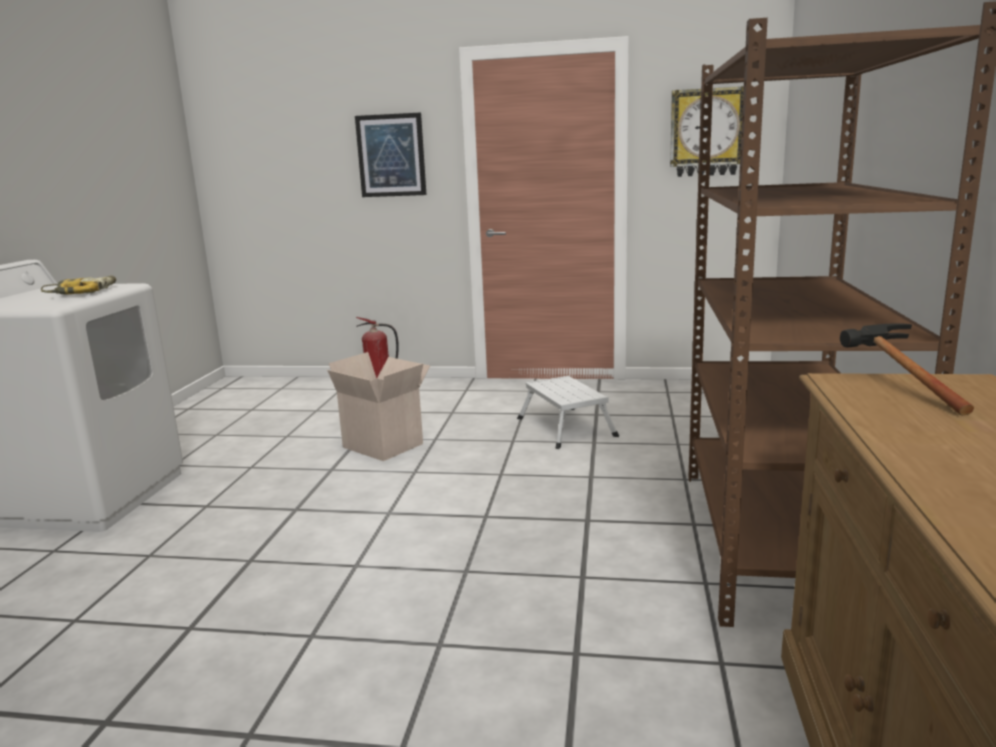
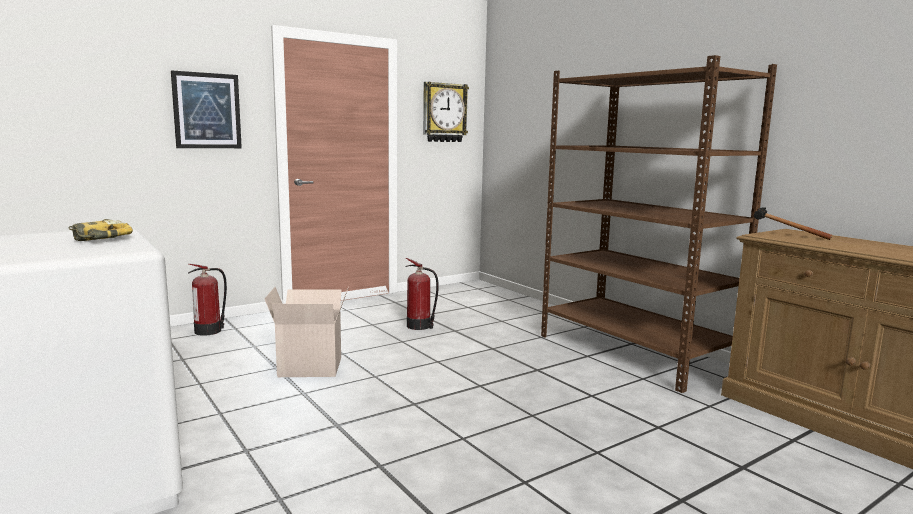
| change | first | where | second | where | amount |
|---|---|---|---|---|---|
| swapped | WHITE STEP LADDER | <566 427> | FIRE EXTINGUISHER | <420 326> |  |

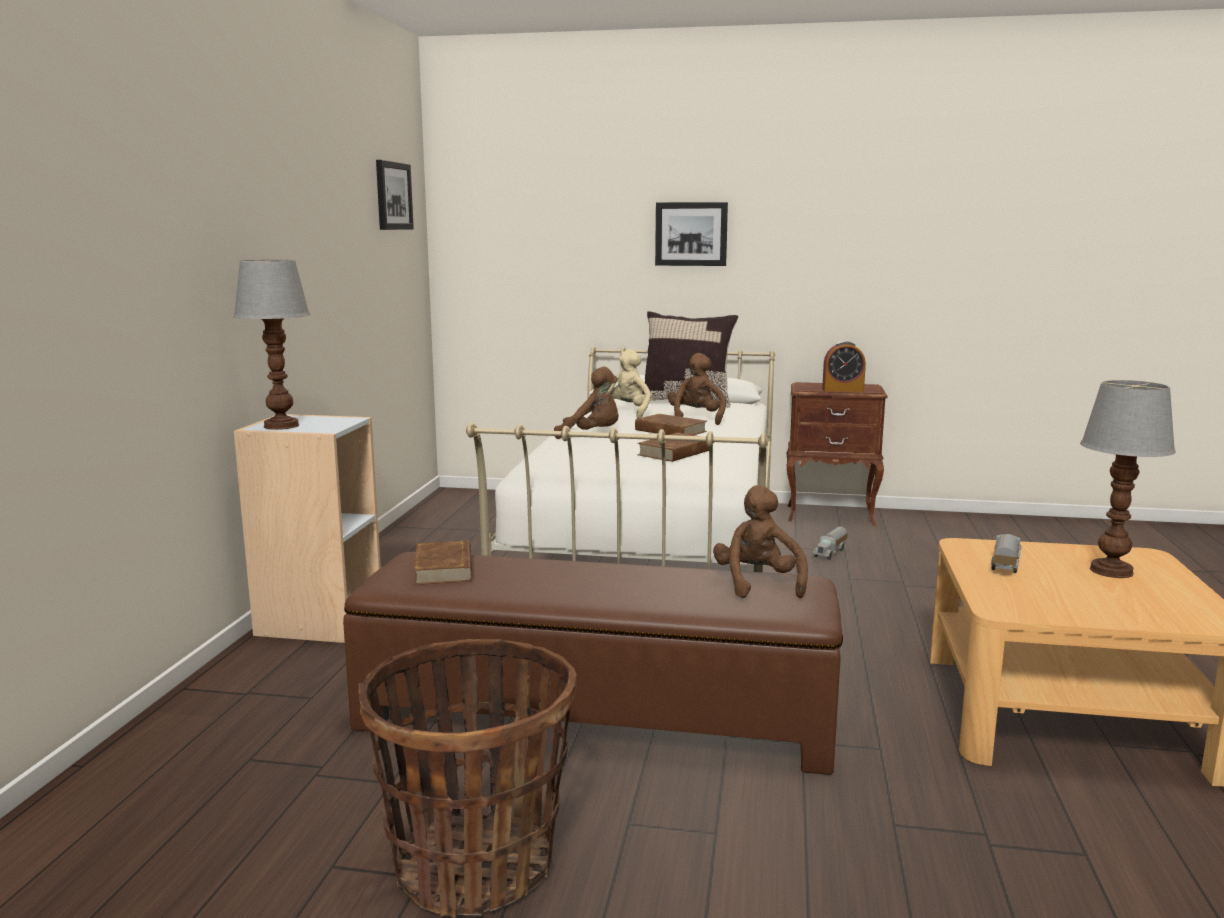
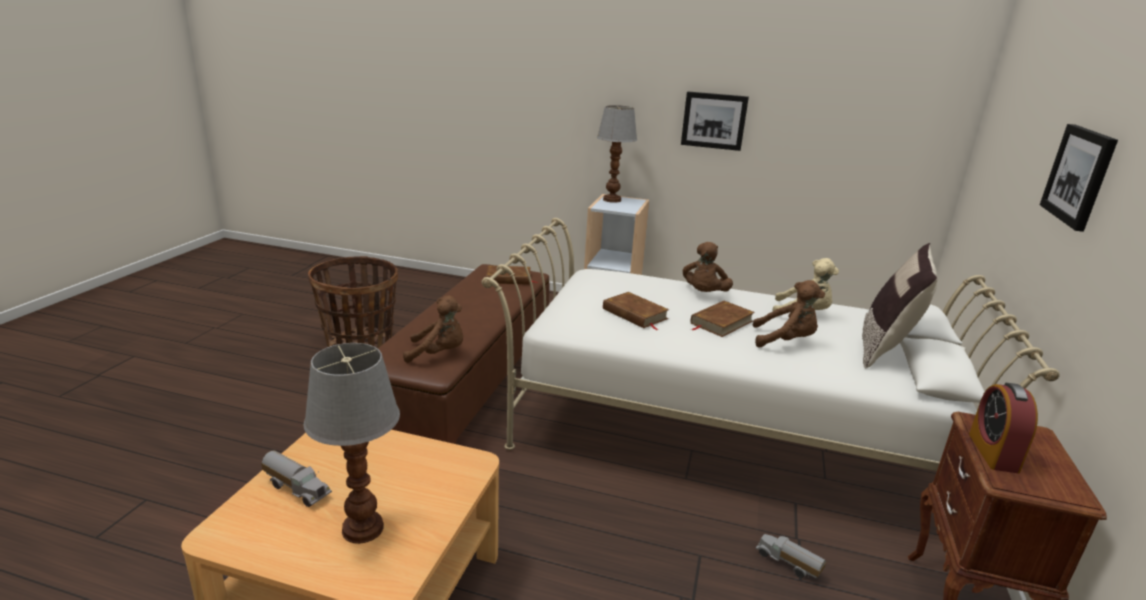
| change | first | where | second | where | amount |
|---|---|---|---|---|---|
| shifted | TOY TRUCK | <1004 565> |  | <297 489> |  |
| shifted | PICTURE | <392 196> |  | <714 120> |  |

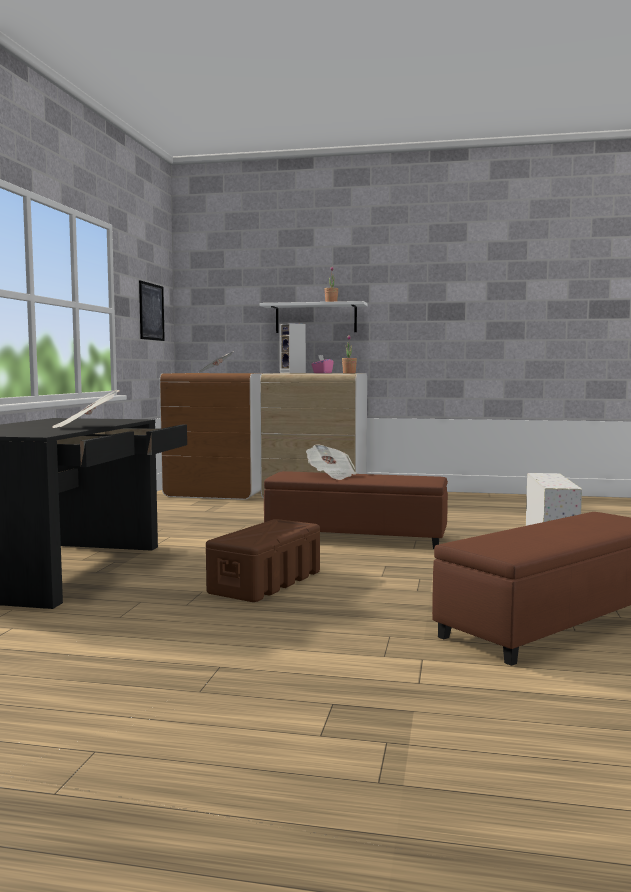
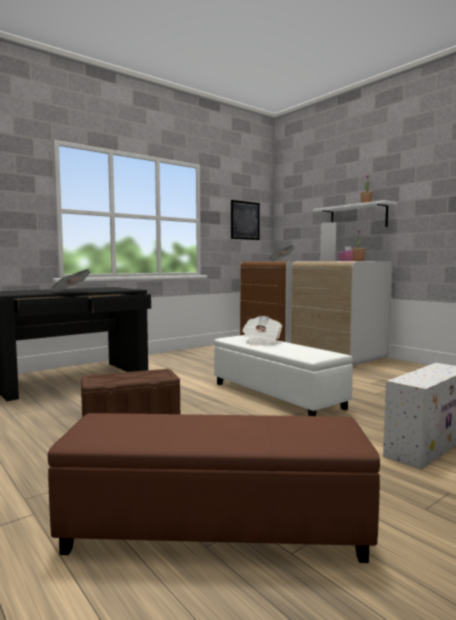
| change | first | where | second | where | amount |
|---|---|---|---|---|---|
| repainted | BROWN OTTOMAN | <356 537> | WHITE OTTOMAN | <277 395> |  |

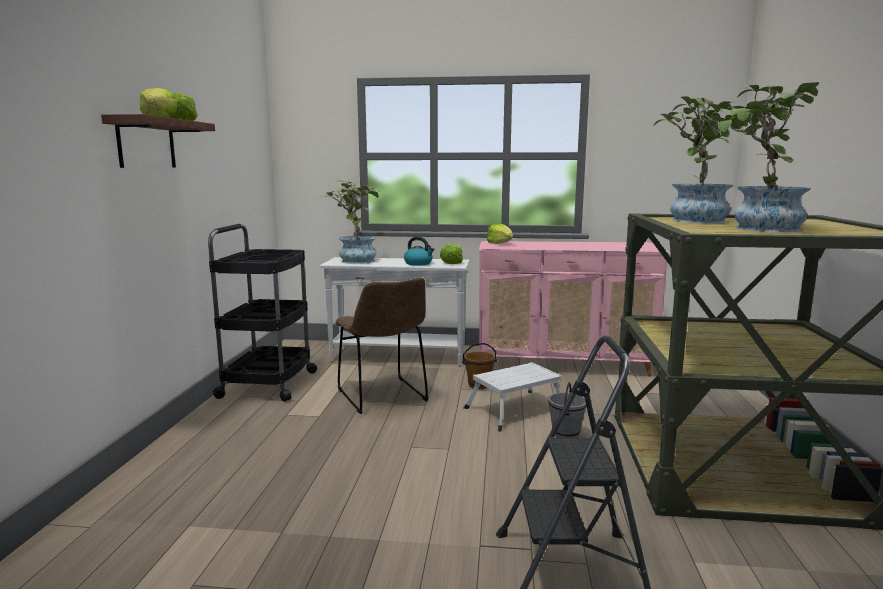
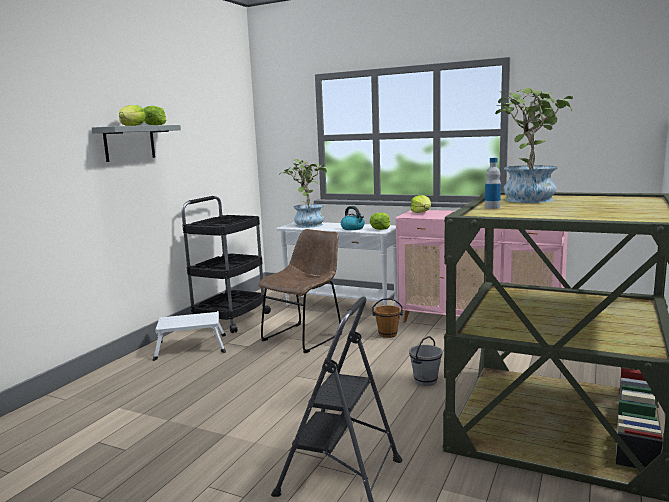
| change | first | where | second | where | amount |
|---|---|---|---|---|---|
| repainted | BROWN SHELF | <146 143> | GREY SHELF | <129 143> |  |
| shifted | WHITE STEP LADDER | <516 409> |  | <191 347> |  |
| rotated | BROWN CHAIR | <383 397> |  | <305 336> | 135 degrees counterclockwise |
| new |  |  | BOTTLE | <492 207> |  |
| gone | POTTED PLANT | <756 228> |  |  |  |

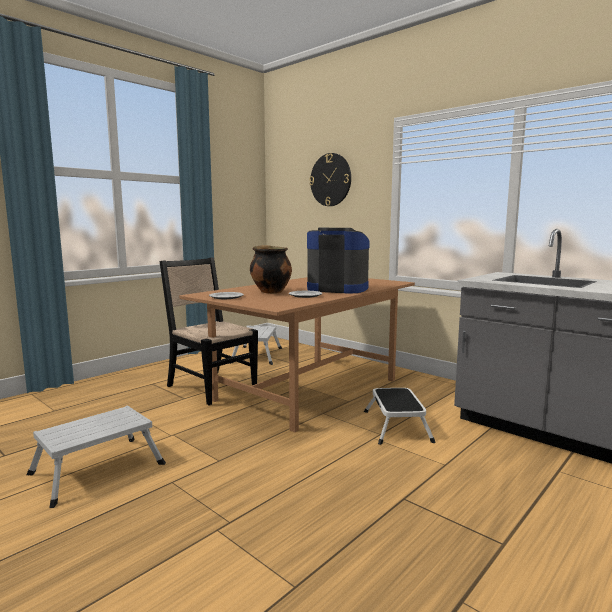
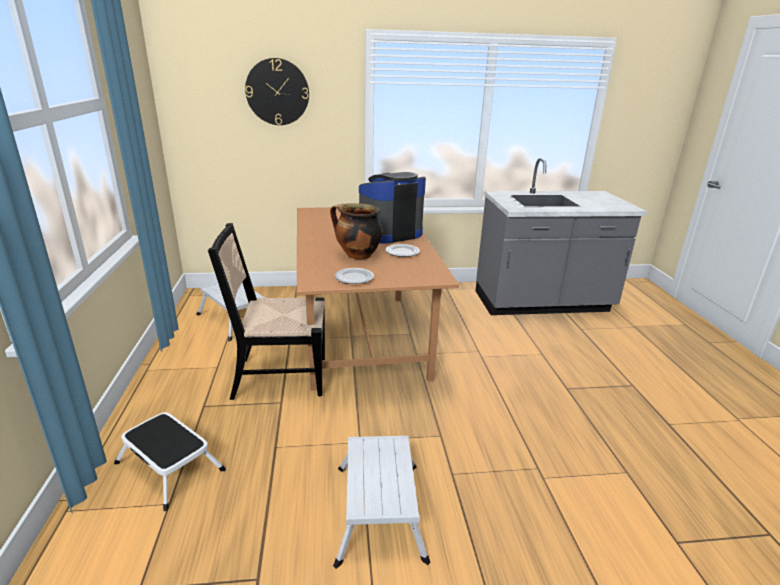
| change | first | where | second | where | amount |
|---|---|---|---|---|---|
| shifted | BLACK STEP LADDER | <396 426> |  | <169 467> |  |

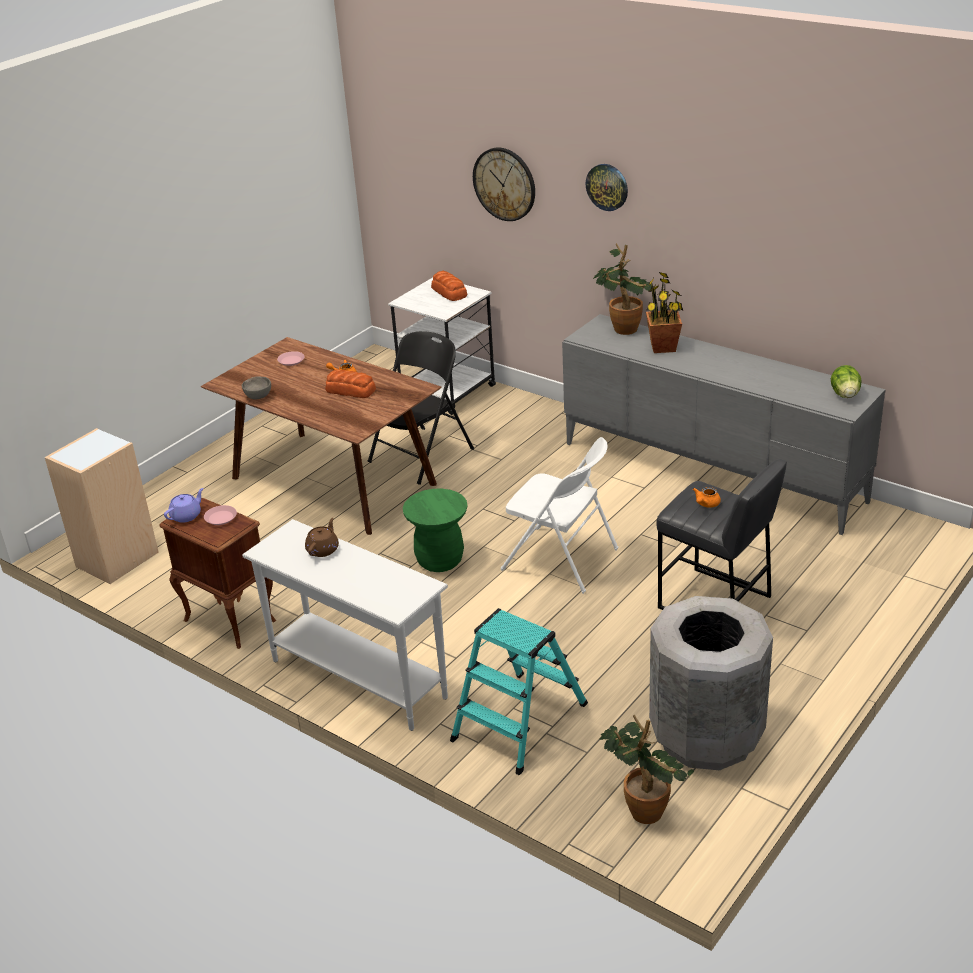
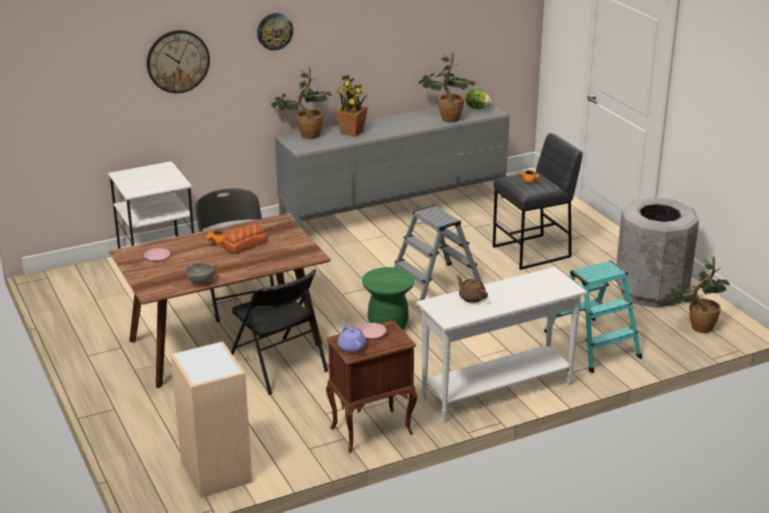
| change | first | where | second | where | amount |
|---|---|---|---|---|---|
| new |  |  | BLACK CHAIR | <277 366> |  |
| swapped | WHITE CHAIR | <559 559> | GREY STEP LADDER | <435 285> |  |
| new |  |  | POTTED PLANT | <447 118> |  |
| gone | BREAD | <449 292> |  |  |  |

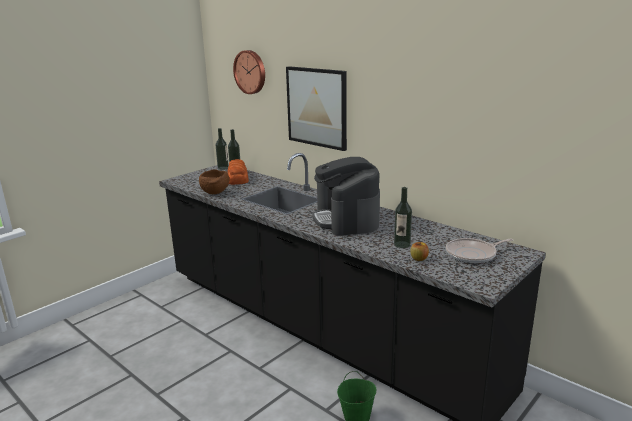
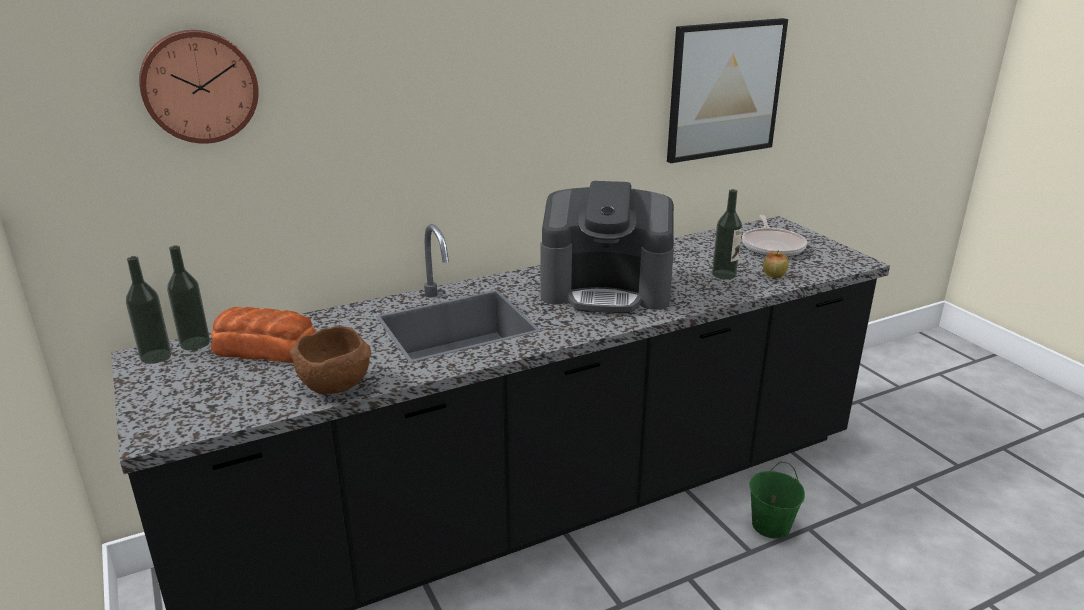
| change | first | where | second | where | amount |
|---|---|---|---|---|---|
| shifted | PICTURE | <317 107> |  | <724 90> |  |

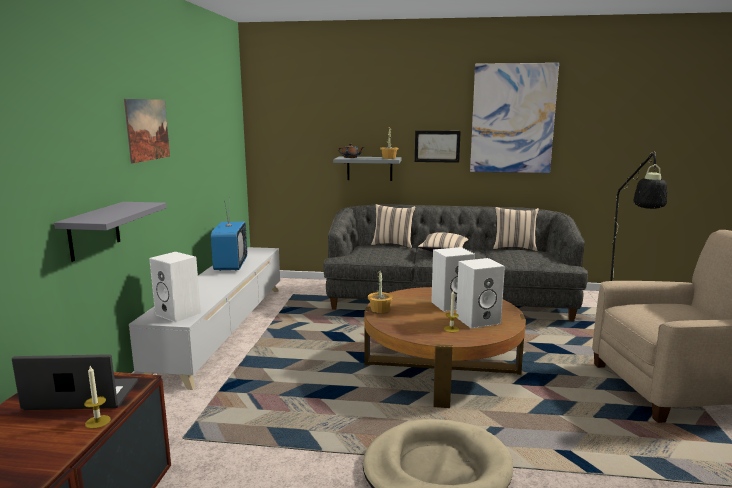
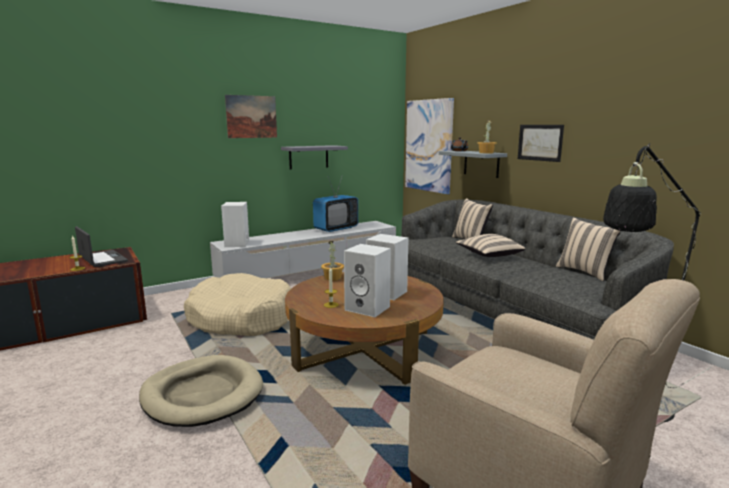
| change | first | where | second | where | amount |
|---|---|---|---|---|---|
| new |  |  | BEIGE DOG BED | <241 318> |  |
| shifted | GREY SHELF | <94 231> |  | <308 157> |  |
| shifted | PICTURE | <512 119> |  | <429 146> |  |

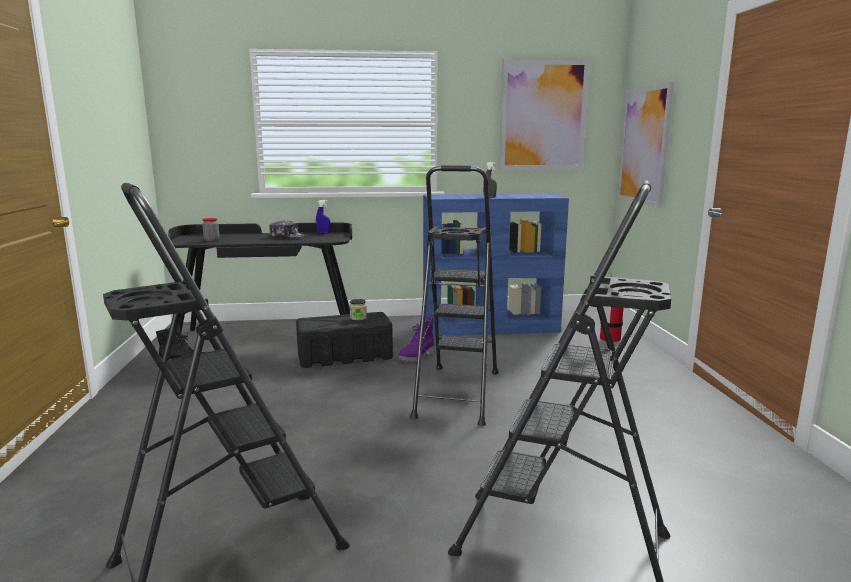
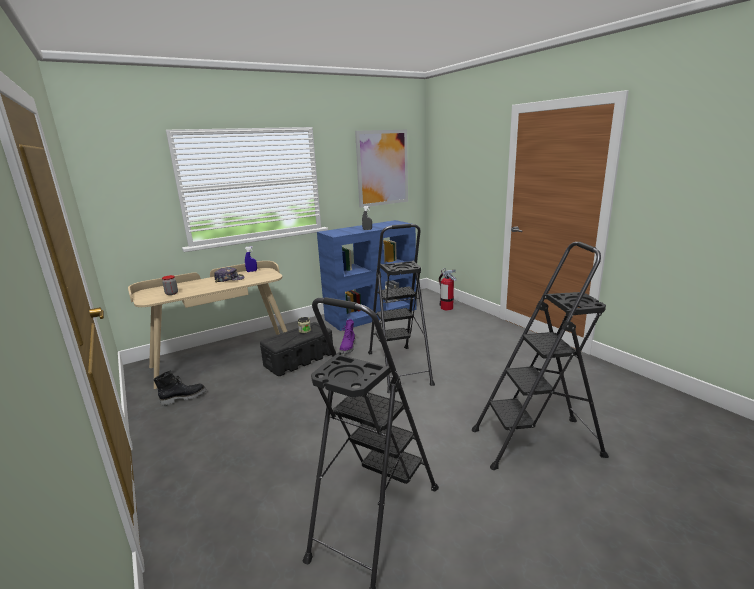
| change | first | where | second | where | amount |
|---|---|---|---|---|---|
| repainted | BLACK DESK | <269 336> | BEIGE DESK | <223 357> |  |
| gone | PICTURE | <644 146> |  |  |  |

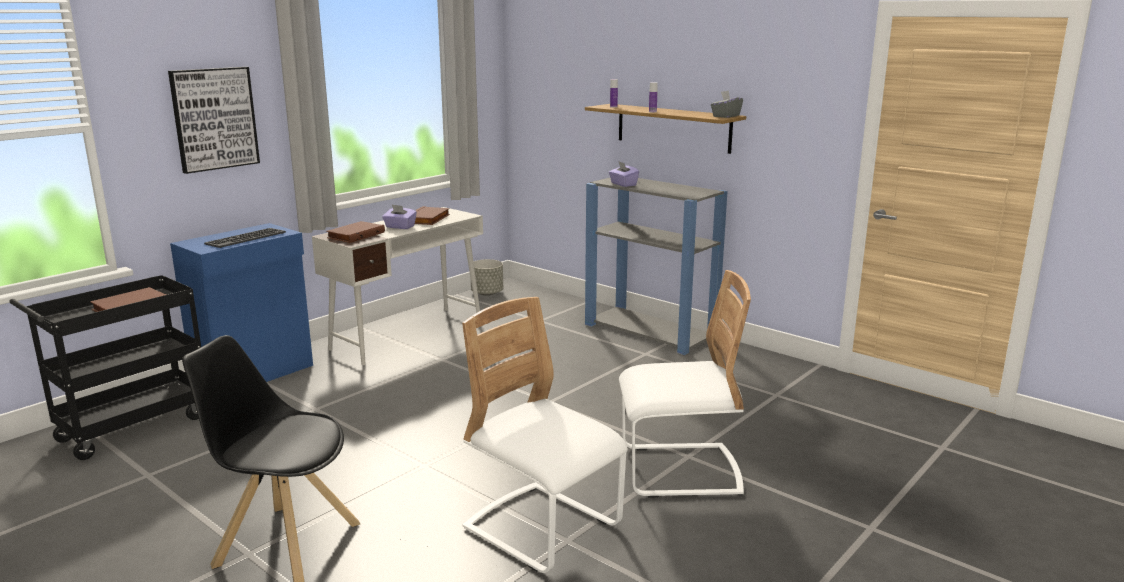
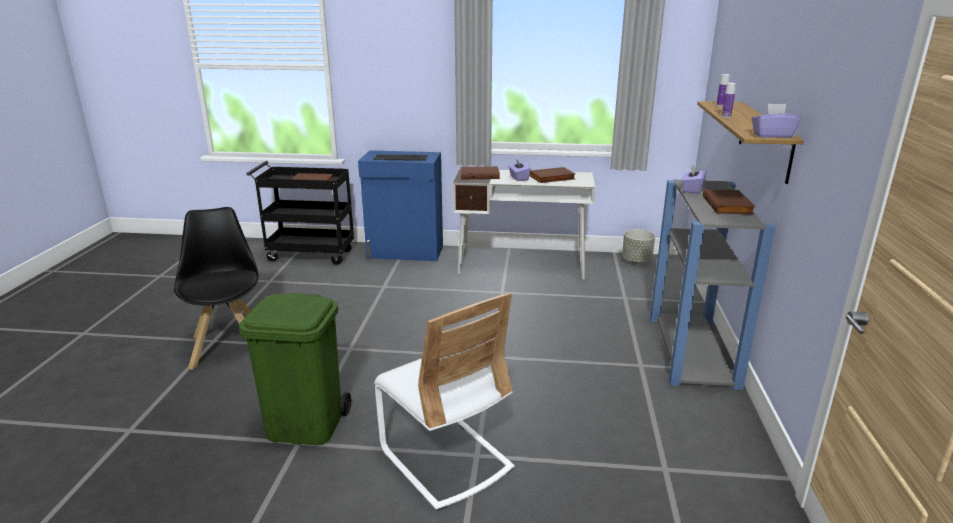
| change | first | where | second | where | amount |
|---|---|---|---|---|---|
| swapped | WHITE CHAIR | <542 528> | GREEN TRASH CAN | <306 426> |  |
| new |  |  | BROWN BOOK | <728 205> |  |
| repainted | GREY TISSUE BOX | <725 116> | PURPLE TISSUE BOX | <772 135> |  |
| gone | PICTURE | <214 119> |  |  |  |

